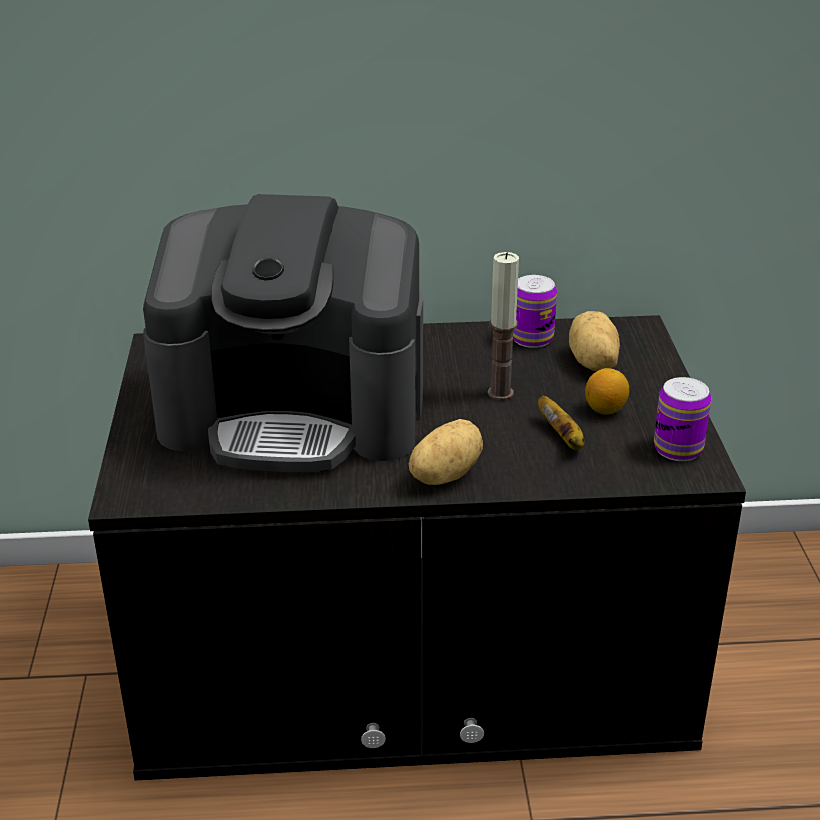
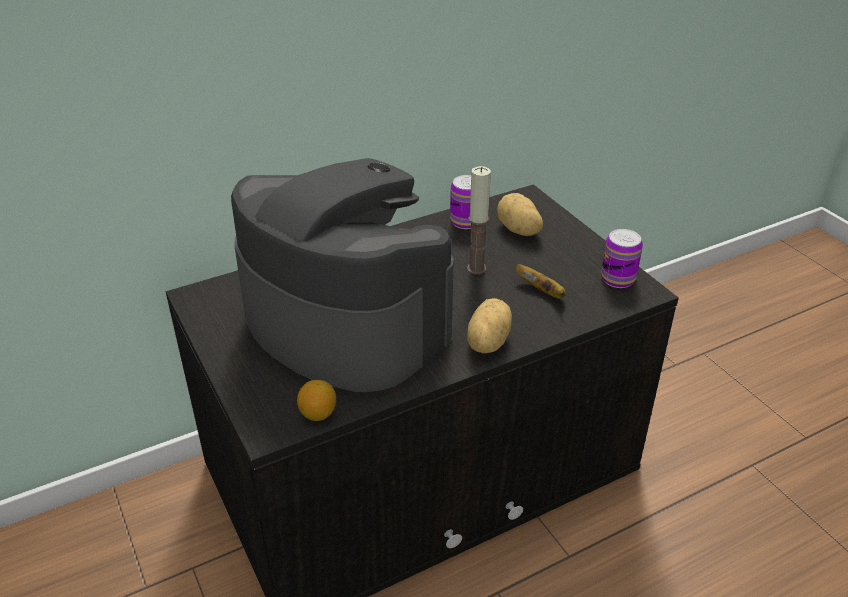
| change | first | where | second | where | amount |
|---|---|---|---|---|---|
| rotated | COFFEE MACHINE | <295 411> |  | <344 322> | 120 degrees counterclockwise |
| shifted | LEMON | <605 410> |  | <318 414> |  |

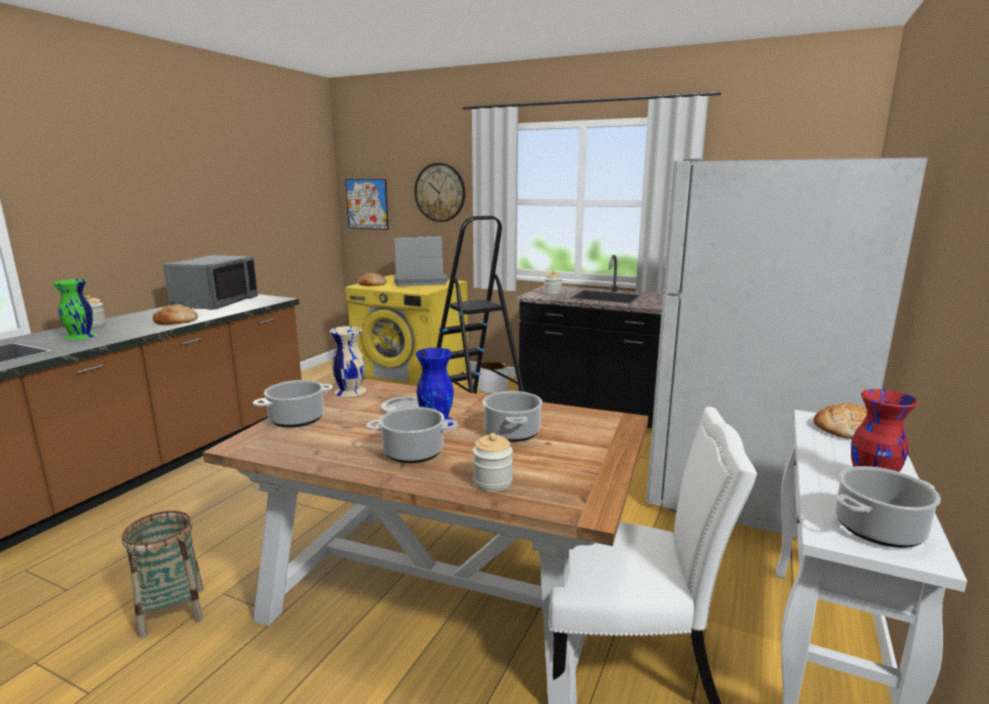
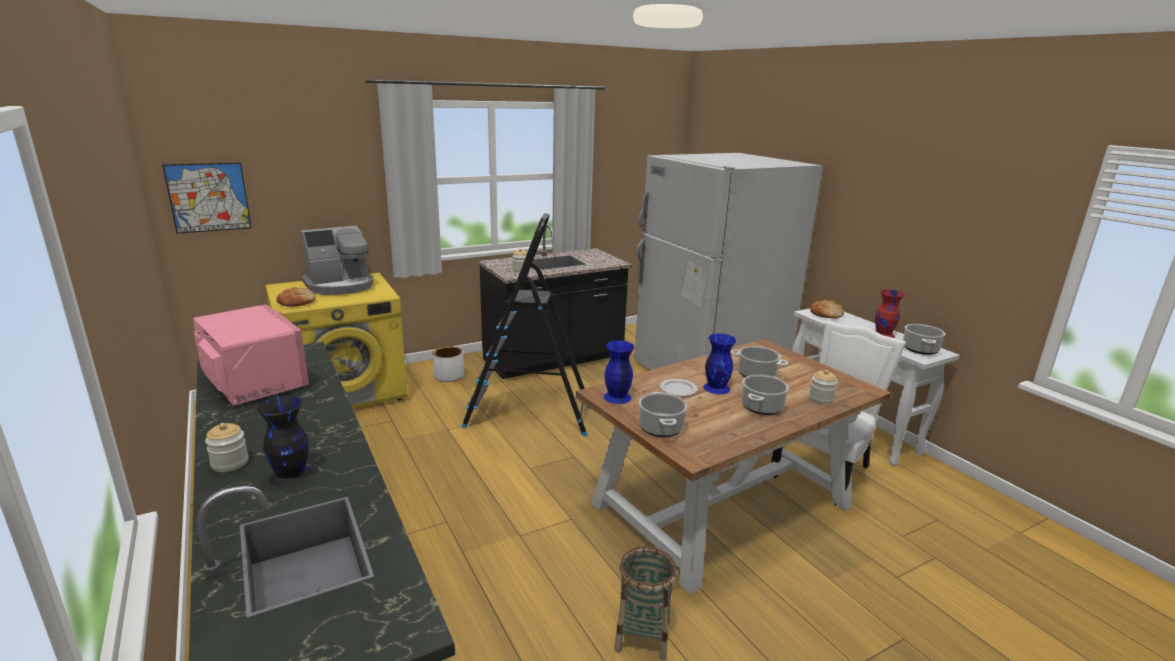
| change | first | where | second | where | amount |
|---|---|---|---|---|---|
| repainted | GREY MICROWAVE | <215 303> | PINK MICROWAVE | <253 381> |  |
| repainted | GREEN VASE | <80 336> | BLACK VASE | <291 475> |  |
| rotated | COFFEE MACHINE | <419 282> |  | <340 286> | 150 degrees counterclockwise |
| repainted | BEIGE VASE | <349 391> | BLUE VASE | <617 397> |  |
| gone | BREAD | <176 321> |  |  |  |
| gone | WALL CLOCK | <440 192> |  |  |  |

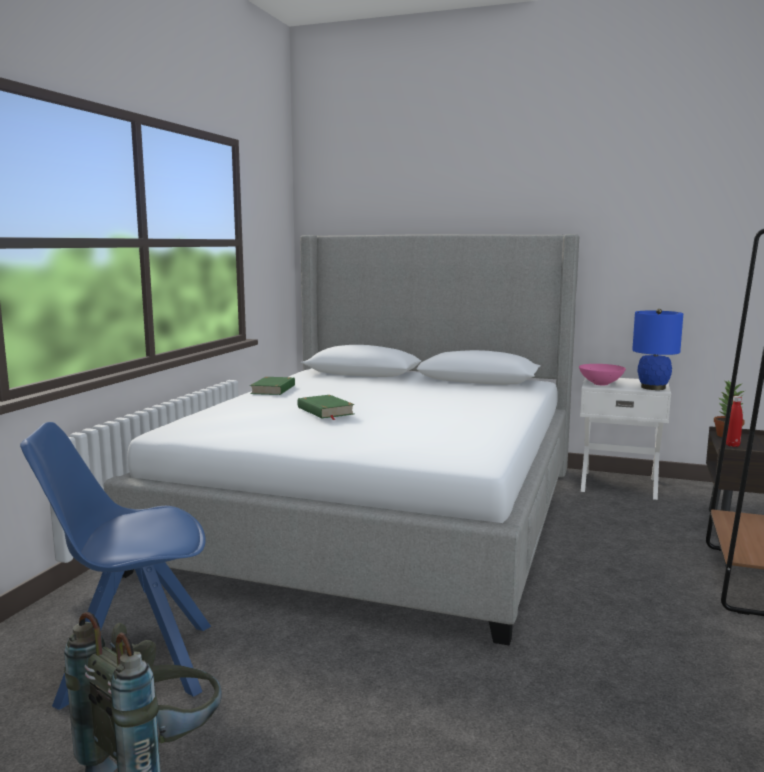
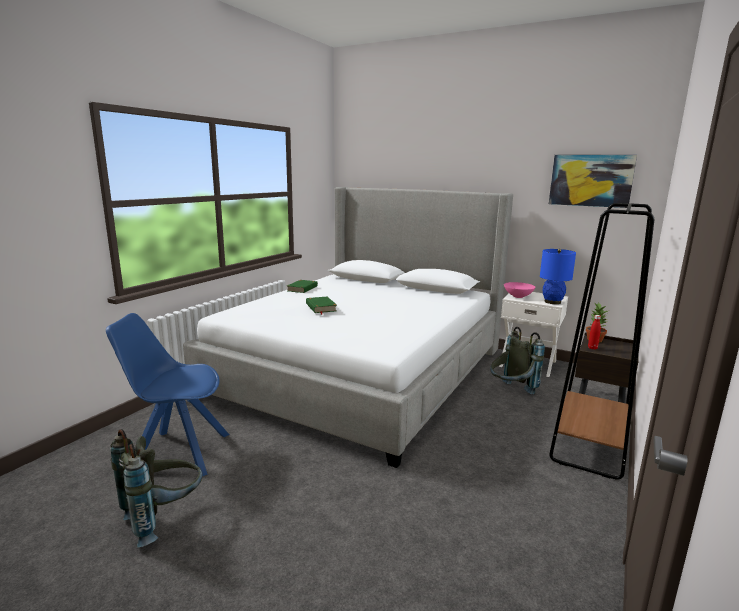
| change | first | where | second | where | amount |
|---|---|---|---|---|---|
| new |  |  | GREY BACKPACK | <511 392> |  |
| new |  |  | PICTURE | <590 180> |  |

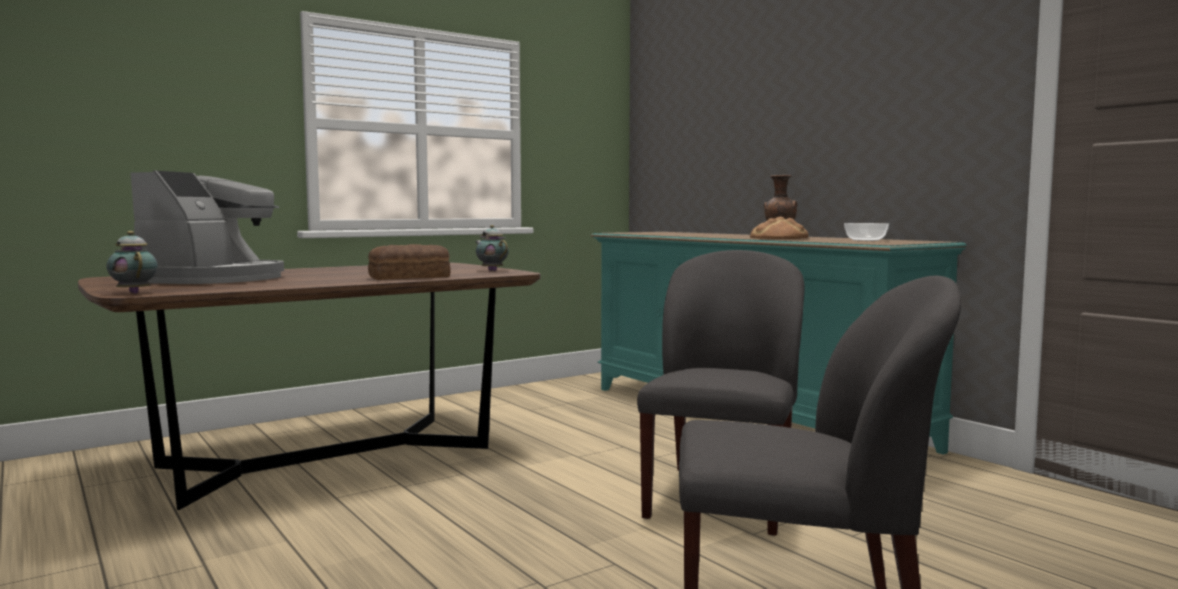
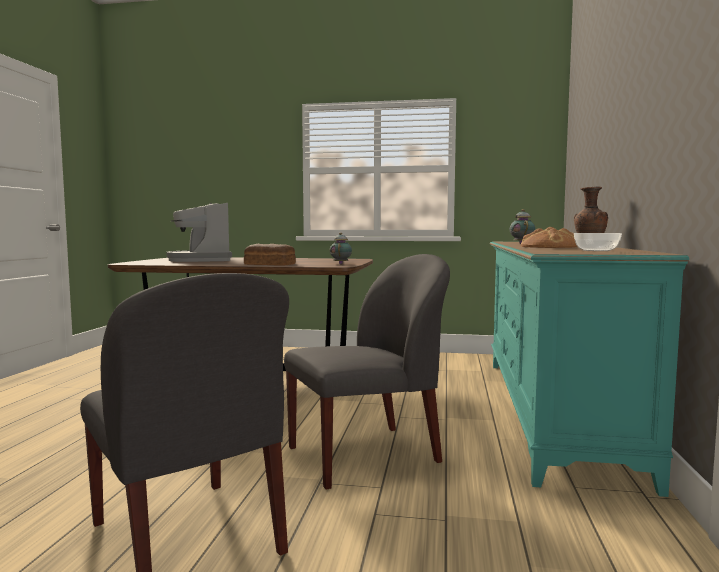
| change | first | where | second | where | amount |
|---|---|---|---|---|---|
| rotated | COFFEE MACHINE | <215 279> |  | <201 260> | 105 degrees clockwise |
| shifted | TEAPOT | <134 293> |  | <521 244> |  |

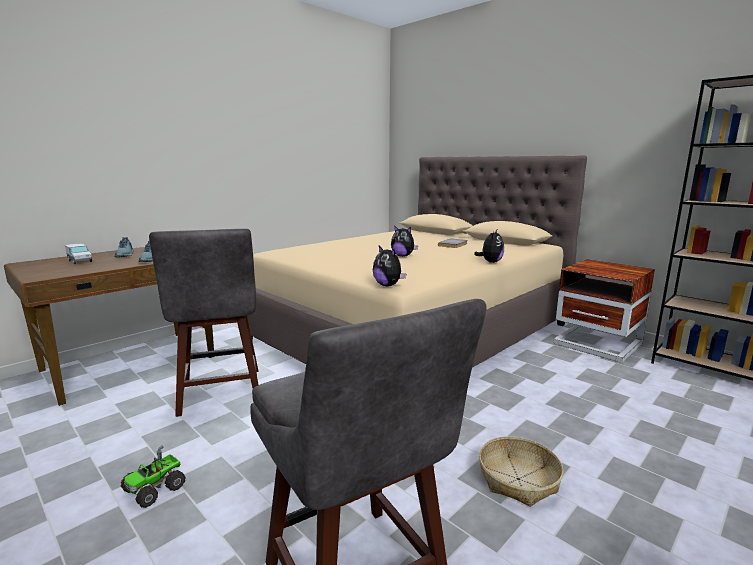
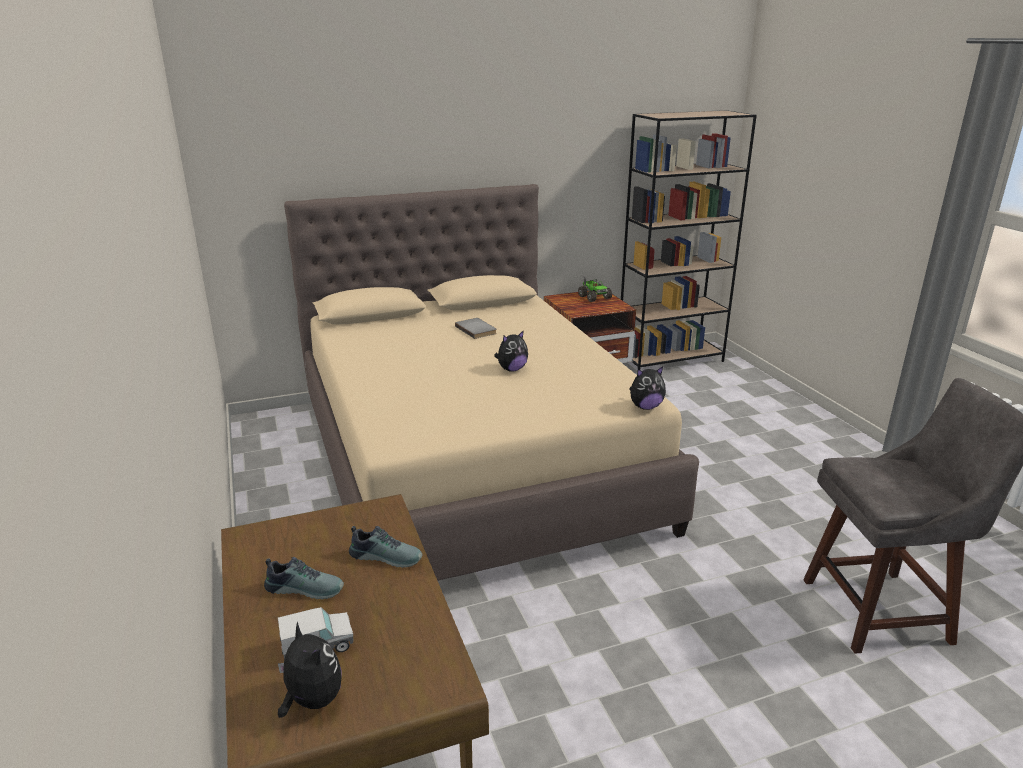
| change | first | where | second | where | amount |
|---|---|---|---|---|---|
| shifted | PLUSH TOY | <490 262> |  | <311 700> |  |
| shifted | TOY TRUCK | <155 488> |  | <594 297> |  |
| gone | GREY STOOL | <220 393> |  |  |  |
| gone | BASKET | <518 479> |  |  |  |

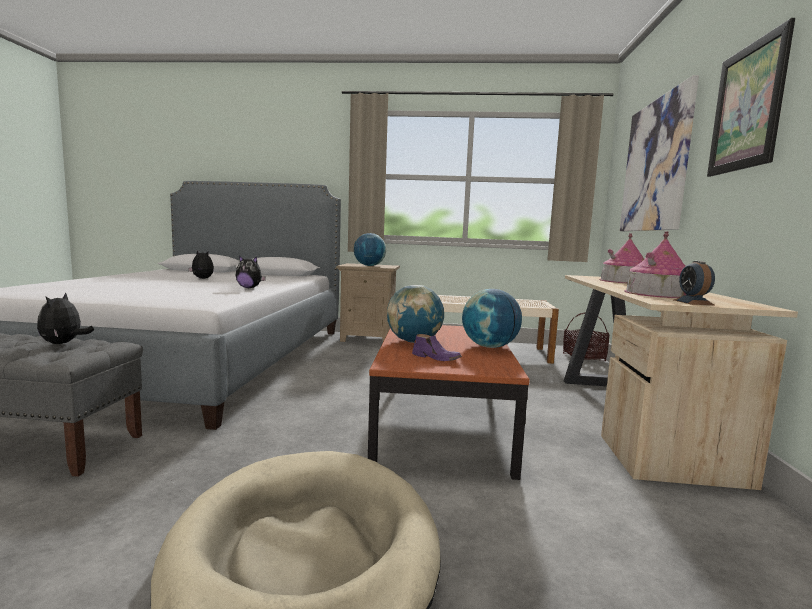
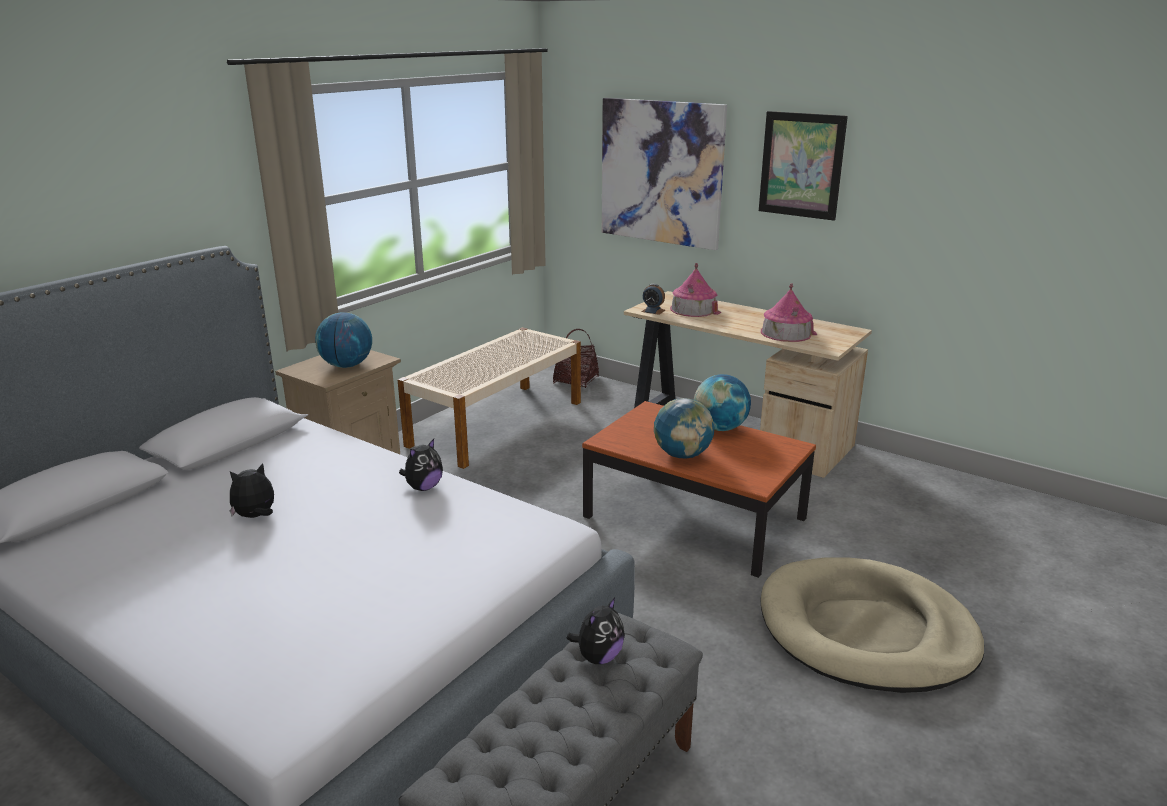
| change | first | where | second | where | amount |
|---|---|---|---|---|---|
| rotated | PLUSH TOY | <64 343> |  | <598 657> | 75 degrees counterclockwise |
| shifted | ALARM CLOCK | <693 302> |  | <653 311> |  |
| gone | PURPLE SHOE | <436 358> |  |  |  |

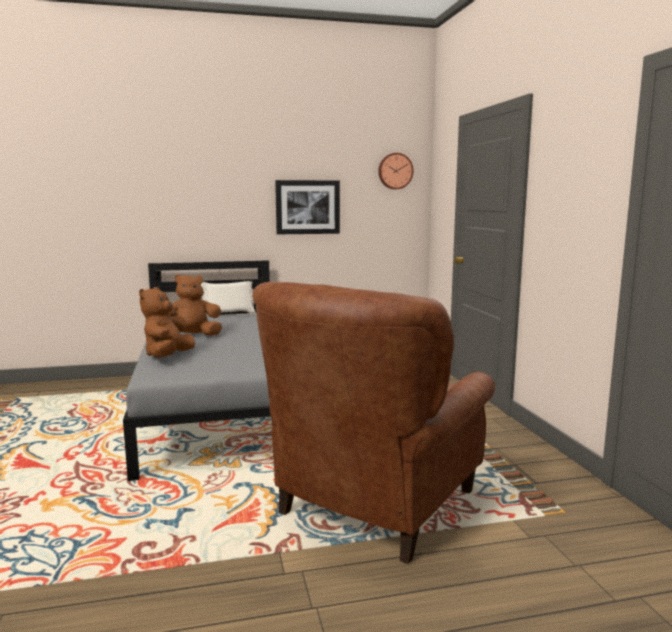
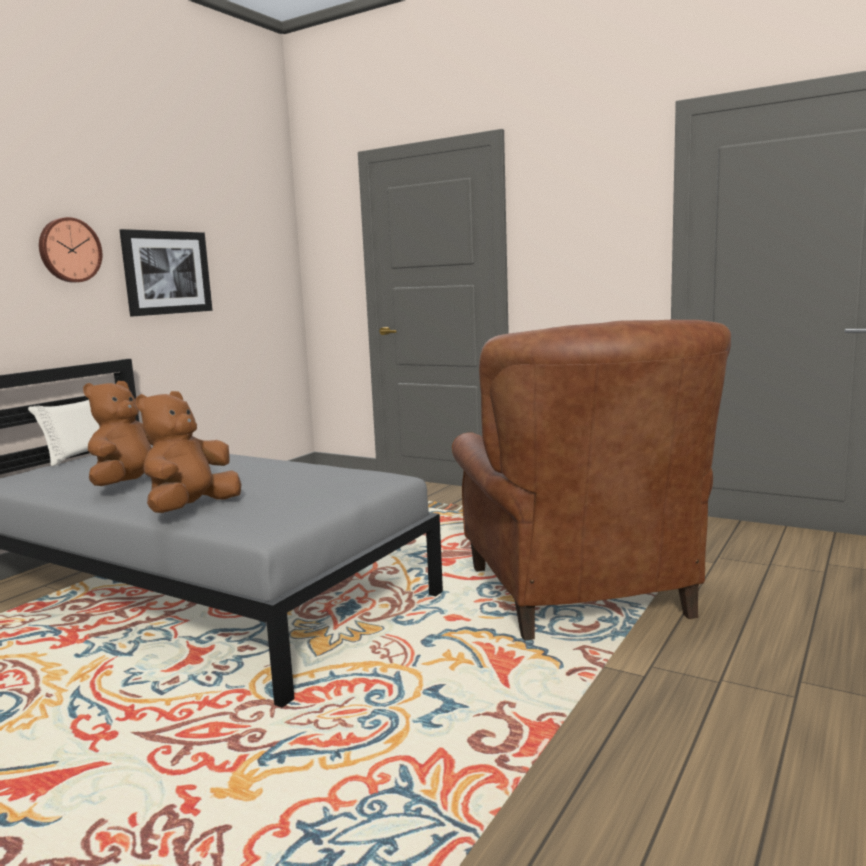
| change | first | where | second | where | amount |
|---|---|---|---|---|---|
| shifted | WALL CLOCK | <395 171> |  | <69 250> |  |
| rotated | BROWN PLUSH TOY | <168 356> |  | <191 509> | 60 degrees clockwise |

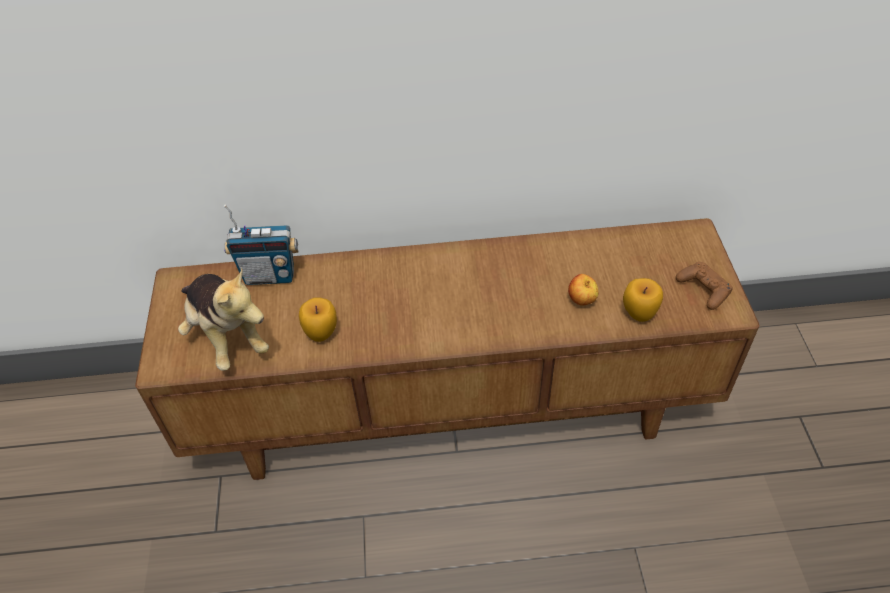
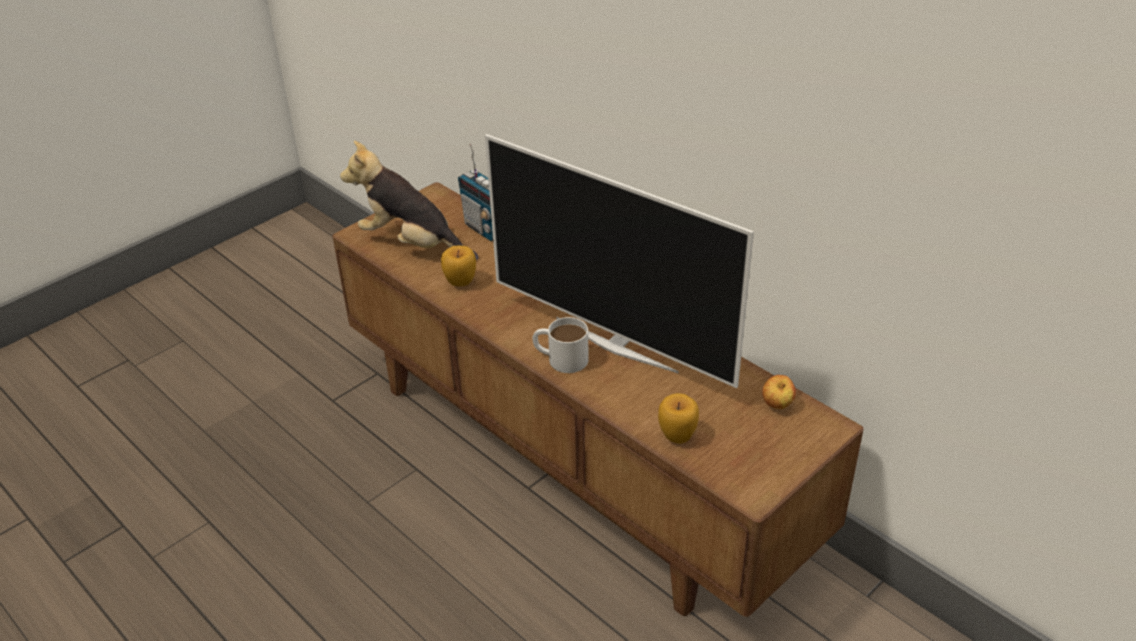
| change | first | where | second | where | amount |
|---|---|---|---|---|---|
| rotated | PLUSH TOY | <226 336> |  | <412 244> | 105 degrees clockwise |
| new |  |  | TELEVISION | <617 343> |  |
| new |  |  | WHITE MUG | <560 358> |  |
| shifted | APPLE | <581 301> |  | <777 405> |  |
| gone | BROWN GAME CONTROLLER | <703 289> |  |  |  |

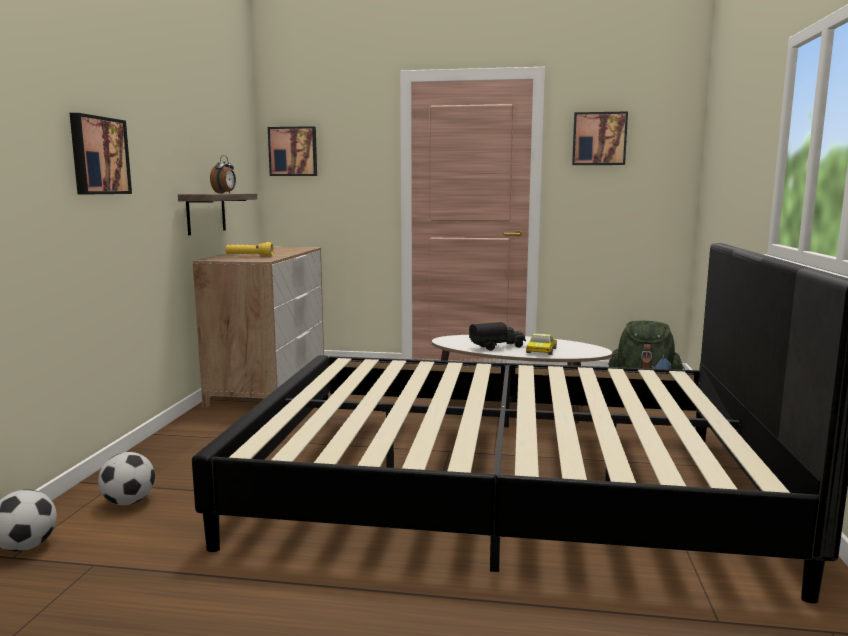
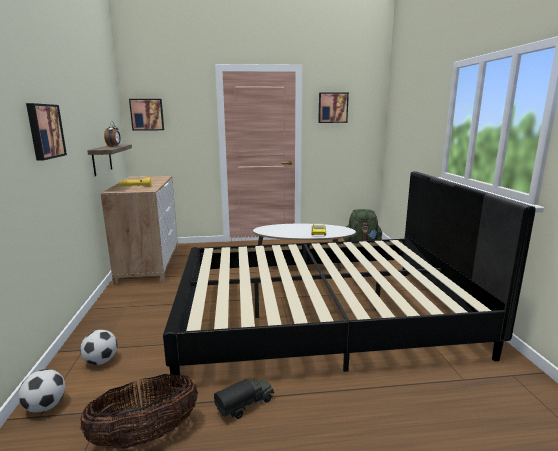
| change | first | where | second | where | amount |
|---|---|---|---|---|---|
| new |  |  | BASKET | <145 436> |  |
| shifted | TOY TRUCK | <498 347> |  | <246 405> |  |

